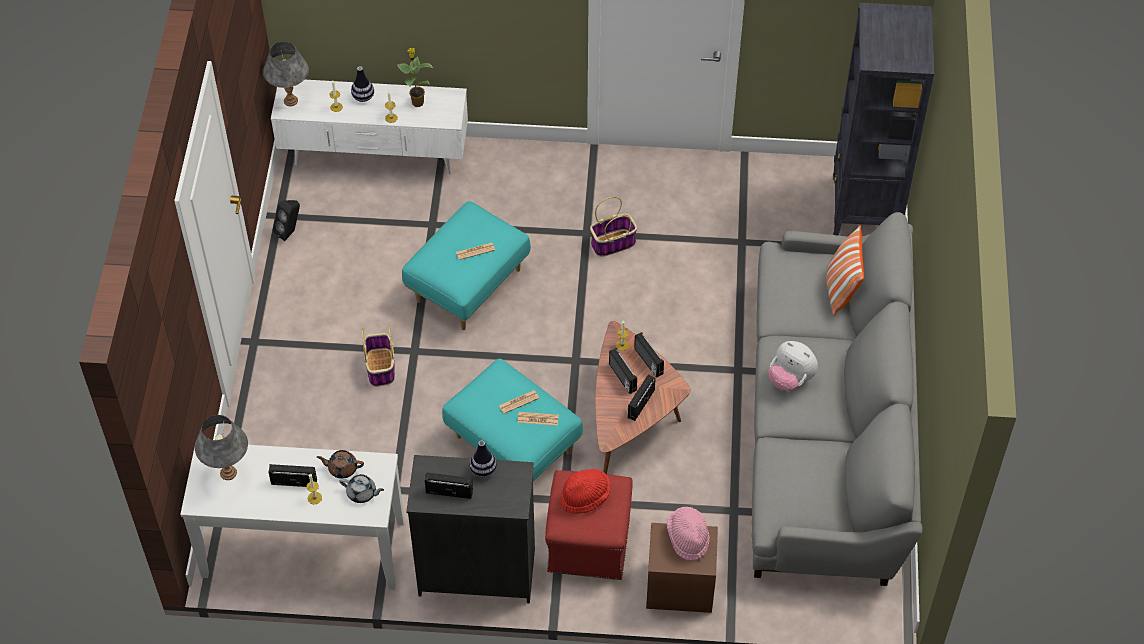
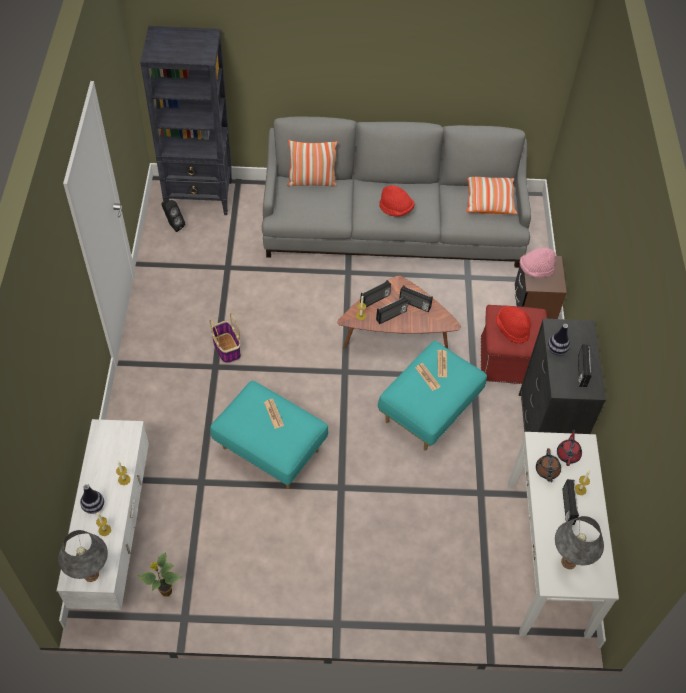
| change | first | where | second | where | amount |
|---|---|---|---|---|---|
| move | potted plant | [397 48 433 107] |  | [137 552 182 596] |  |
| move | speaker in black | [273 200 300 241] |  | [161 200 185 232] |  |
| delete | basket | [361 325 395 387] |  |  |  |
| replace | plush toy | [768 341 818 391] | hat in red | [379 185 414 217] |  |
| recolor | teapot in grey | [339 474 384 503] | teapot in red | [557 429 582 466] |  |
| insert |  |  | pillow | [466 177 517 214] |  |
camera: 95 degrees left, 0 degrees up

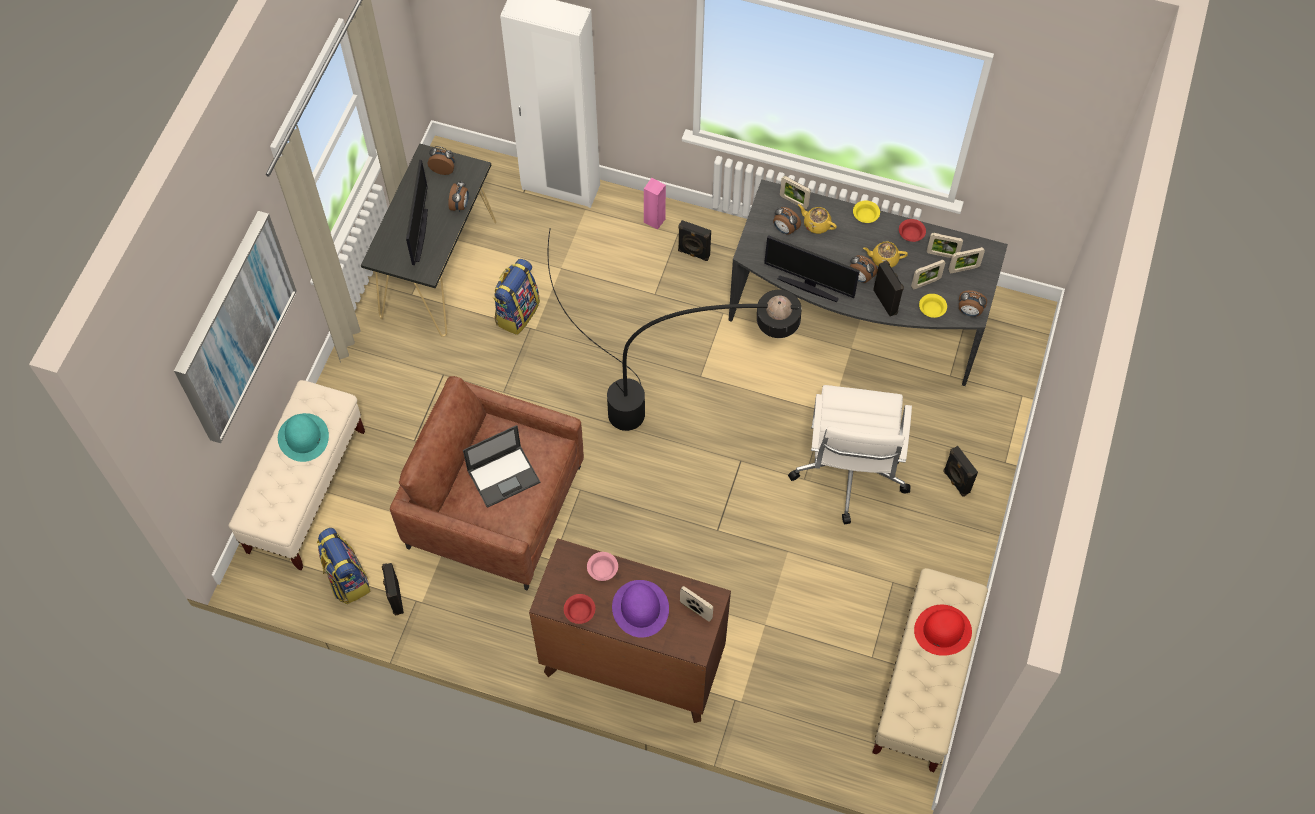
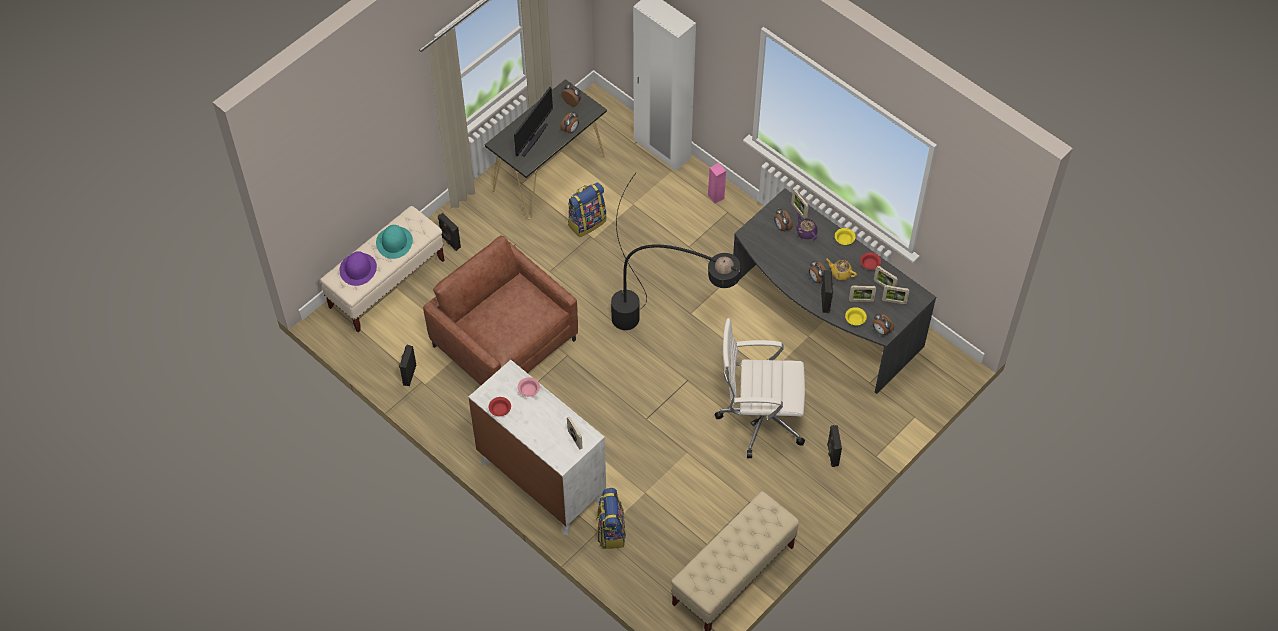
| change | first | where | second | where | amount |
|---|---|---|---|---|---|
| recolor | teapot in yellow | [798 204 837 234] | teapot in purple | [796 213 817 240] |  |
| delete | picture | [174 211 297 443] |  |  |  |
| move | speaker in black | [678 220 711 261] |  | [438 213 461 251] |  |
| delete | monitor | [764 235 860 302] |  |  |  |
| rotate | office chair in white | [788 385 912 524] |  | [715 318 805 458] | 60 degrees clockwise |
| delete | laptop | [463 425 540 508] |  |  |  |
| move | backpack | [317 528 371 604] |  | [596 488 626 549] |  |
| recolor | dresser in brown | [529 538 731 723] | dresser in white | [468 360 606 535] |  |
| move | hat in purple | [612 580 669 638] |  | [340 251 377 286] |  |
| delete | hat in red | [914 605 972 656] |  |  |  |
camera: 25 degrees right, 5 degrees down

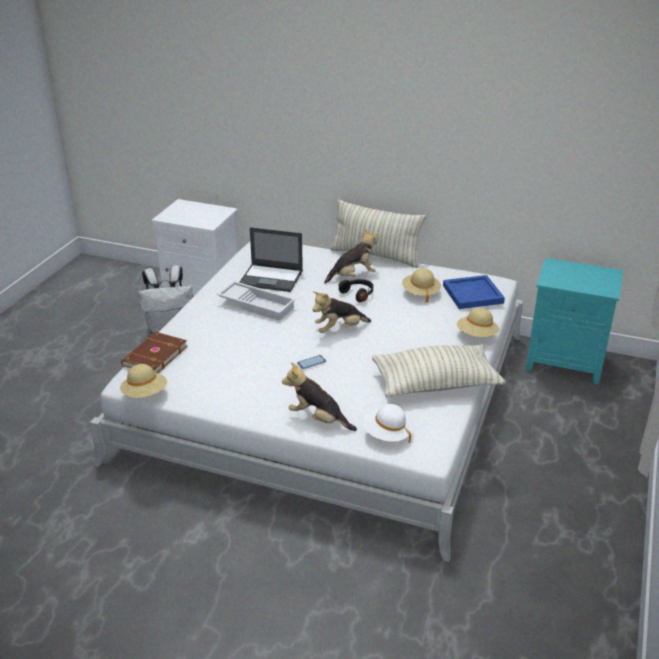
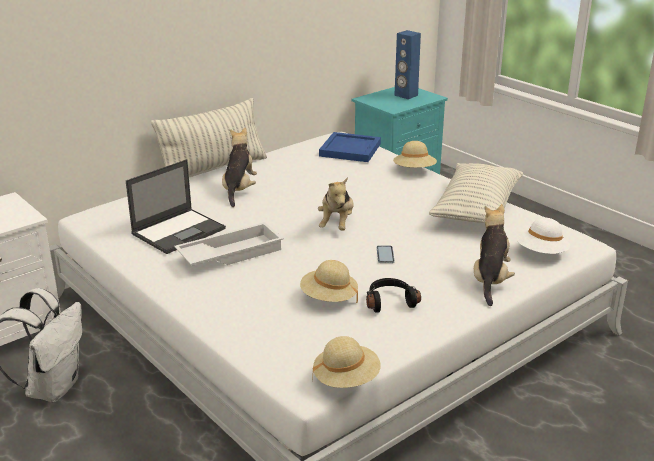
| change | first | where | second | where | amount |
|---|---|---|---|---|---|
| move | hat in beige | [402 268 441 303] |  | [300 260 358 303] |  |
| move | headphones in black | [338 279 373 302] |  | [366 278 421 312] |  |
| delete | book in brown | [121 332 187 373] |  |  |  |
| rotate | plush toy | [282 362 357 431] |  | [474 204 515 306] | 135 degrees clockwise |
| insert |  |  | speaker in blue | [394 30 421 99] |  |
camera: 60 degrees left, 5 degrees down

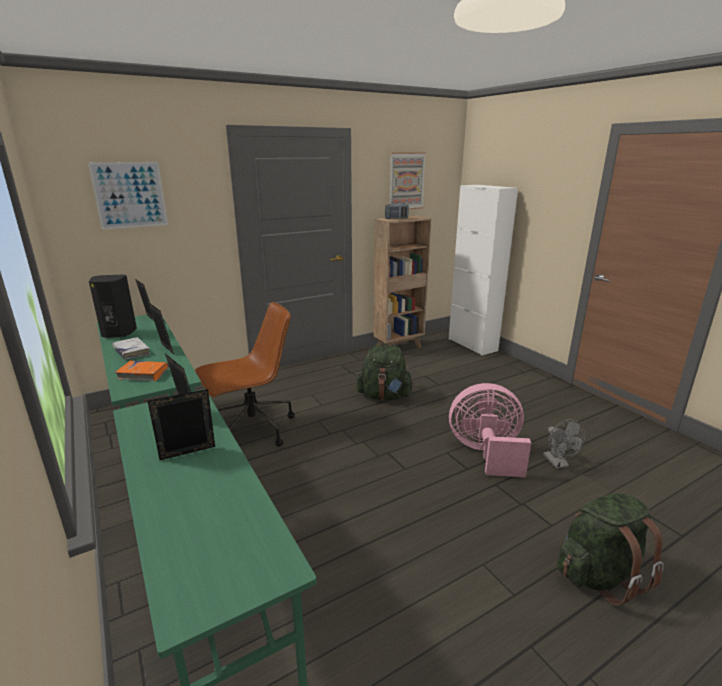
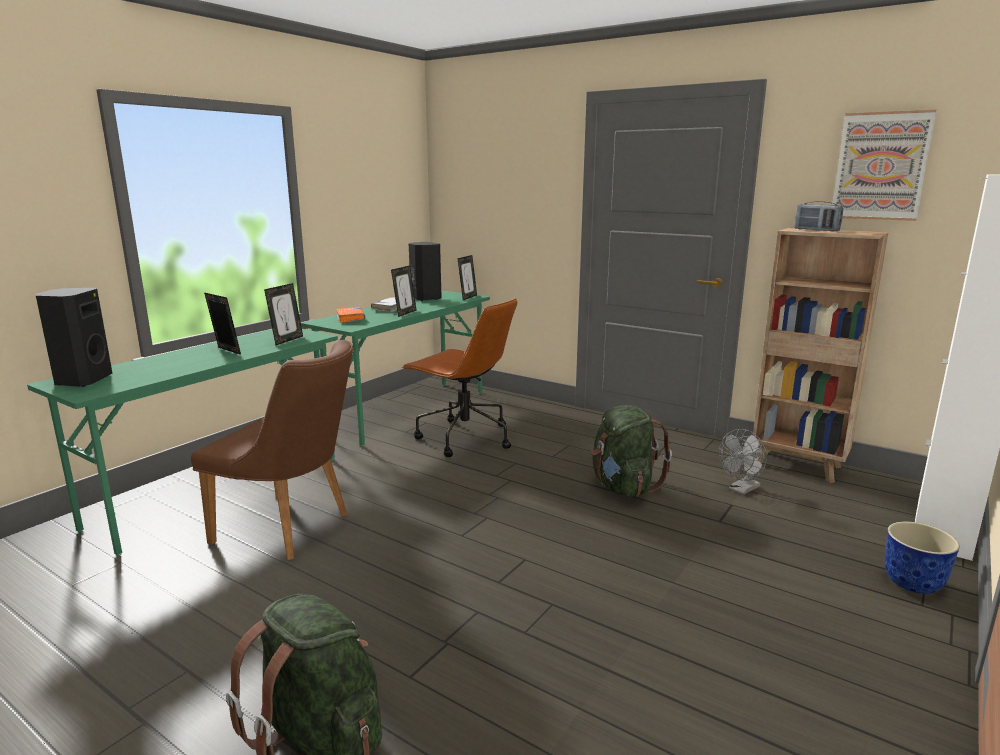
| change | first | where | second | where | amount |
|---|---|---|---|---|---|
| delete | picture | [88 162 168 230] |  |  |  |
| delete | fan in pink | [449 383 531 477] |  |  |  |
| move | fan in grey | [543 420 585 469] |  | [719 429 767 495] |  |
| insert |  |  | speaker in black | [36 288 112 387] |  |
| insert |  |  | chair in brown | [191 340 353 560] |  |
| insert |  |  | planter | [884 522 960 594] |  |
camera: 65 degrees right, 5 degrees down

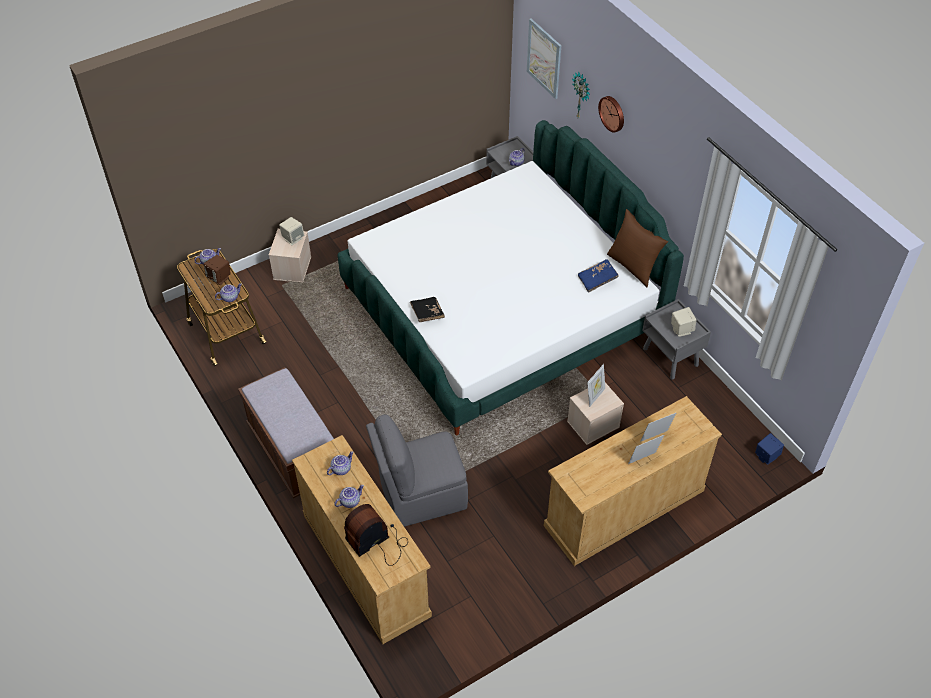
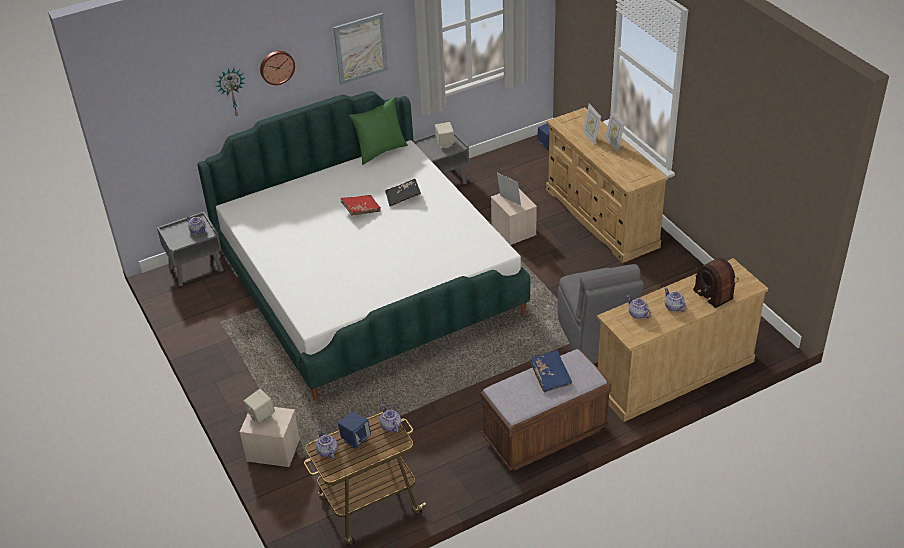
| change | first | where | second | where | amount |
|---|---|---|---|---|---|
| move | picture | [527 18 561 99] |  | [333 13 388 85] |  |
| recolor | pillow in brown | [607 209 668 287] | pillow in green | [349 97 408 165] |  |
| recolor | speaker in brown | [204 255 231 285] | speaker in blue | [338 411 371 449] |  |
| move | book in blue | [578 259 619 293] |  | [530 350 572 392] |  |
| move | book in black | [410 297 445 322] |  | [385 179 421 206] |  |
| insert |  |  | book in red | [341 195 381 216] |  |
camera: 85 degrees left, 10 degrees down

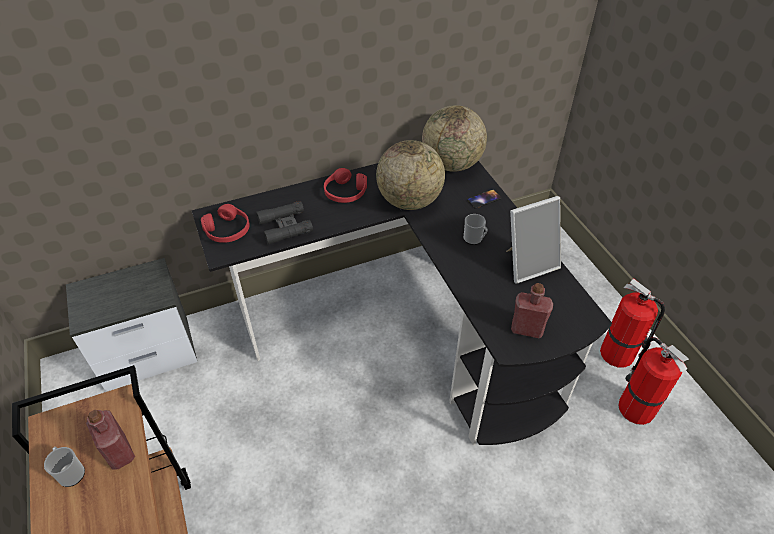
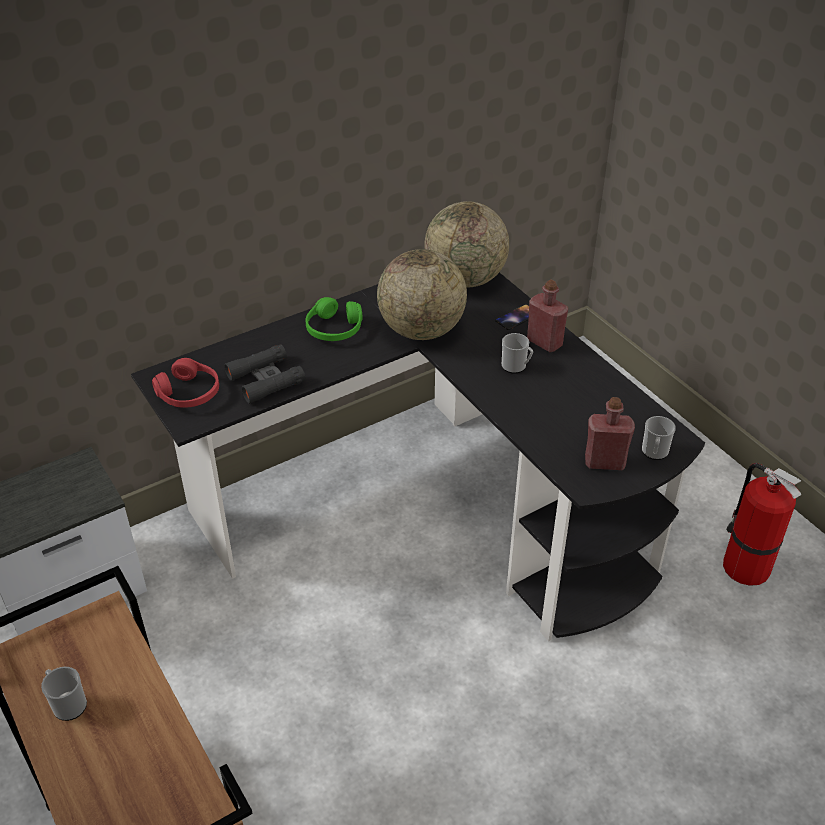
| change | first | where | second | where | amount |
|---|---|---|---|---|---|
| recolor | headphones in red | [324 168 367 203] | headphones in green | [305 297 363 341] |  |
| delete | picture frame | [506 196 561 284] |  |  |  |
| delete | fire extinguisher | [600 278 665 368] |  |  |  |
| move | bottle in red | [86 410 135 470] |  | [527 280 568 352] |  |
| insert |  |  | mug | [642 416 676 460] |  |
camera: 10 degrees left, 5 degrees down

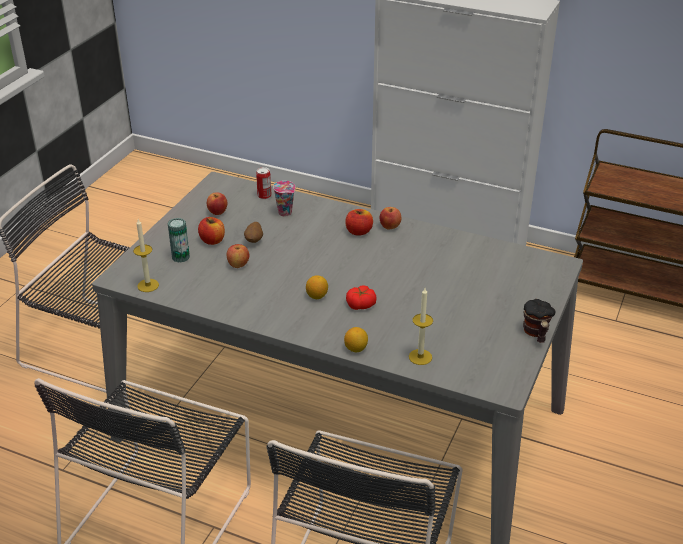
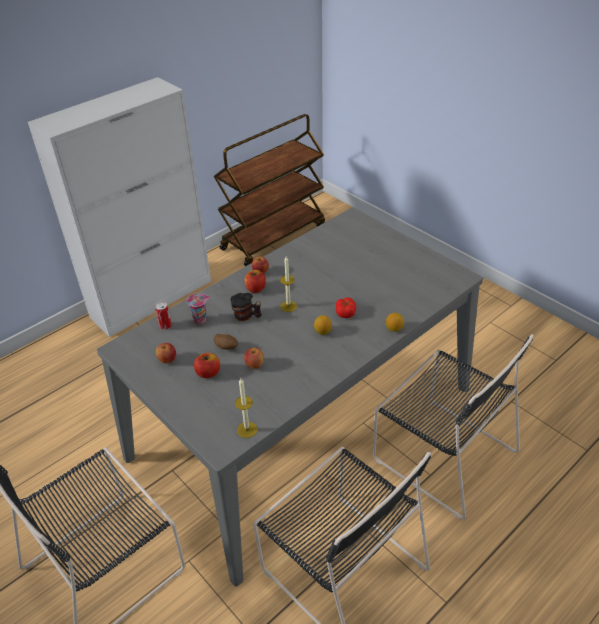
| change | first | where | second | where | amount |
|---|---|---|---|---|---|
| delete | can | [168 218 190 263] |  |  |  |
| move | candle | [409 288 433 365] |  | [280 256 297 312] |  |
| move | mug | [523 299 556 343] |  | [230 293 262 321] |  |
camera: 65 degrees left, 5 degrees up

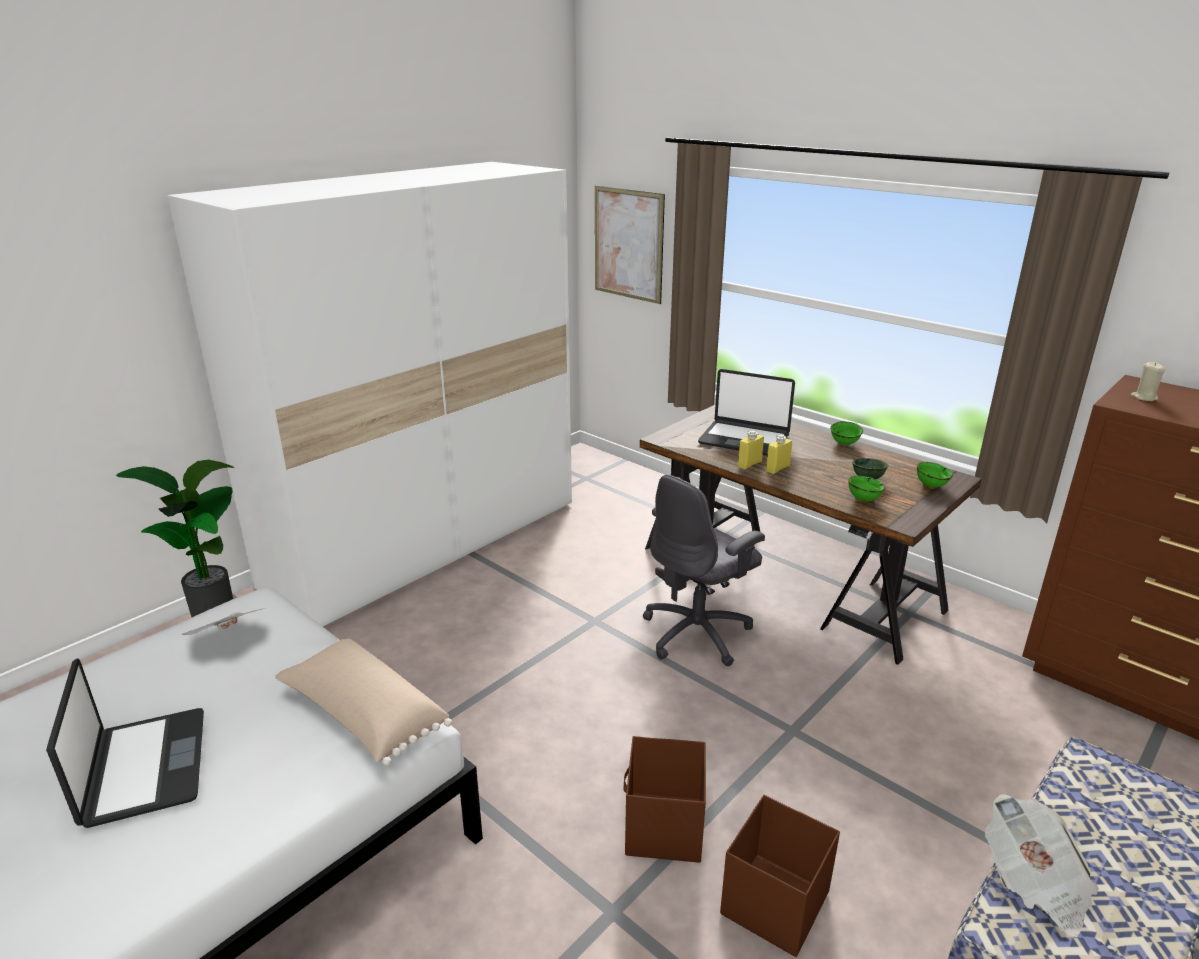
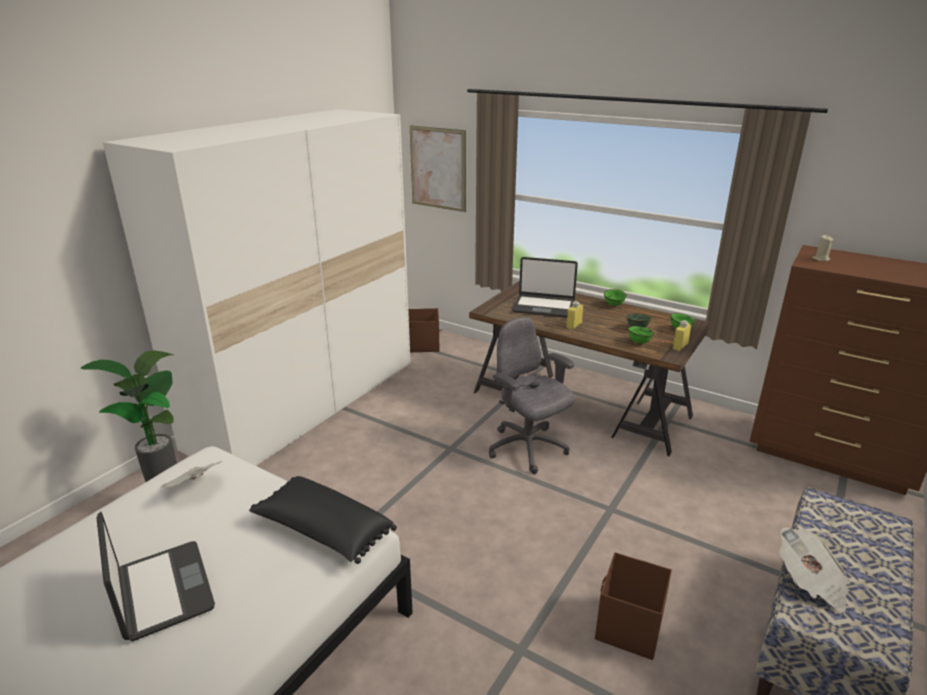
| change | first | where | second | where | amount |
|---|---|---|---|---|---|
| move | bottle in yellow | [738 430 764 470] |  | [673 320 691 351] |  |
| rotate | office chair in grey | [643 475 765 666] |  | [489 317 575 474] | 105 degrees clockwise |
| recolor | pillow in beige | [275 639 452 766] | pillow in black | [249 476 397 564] |  |
| move | storage box in brown | [623 736 706 863] |  | [408 308 440 352] |  |
camera: 10 degrees left, 0 degrees up

